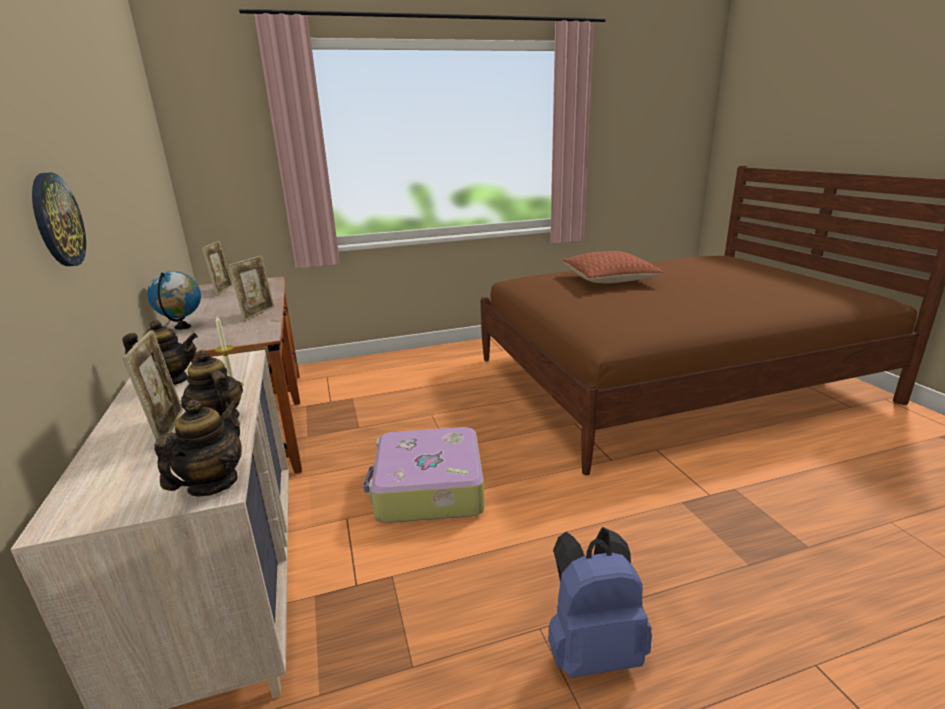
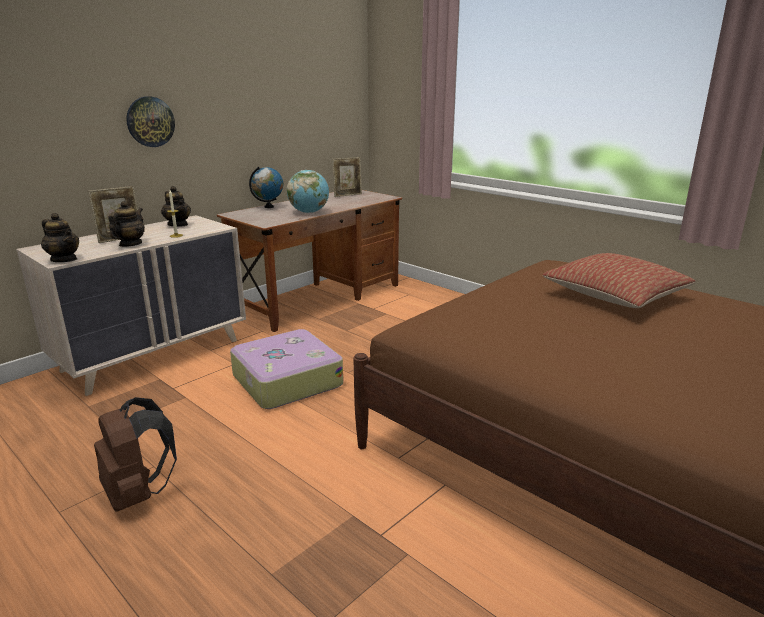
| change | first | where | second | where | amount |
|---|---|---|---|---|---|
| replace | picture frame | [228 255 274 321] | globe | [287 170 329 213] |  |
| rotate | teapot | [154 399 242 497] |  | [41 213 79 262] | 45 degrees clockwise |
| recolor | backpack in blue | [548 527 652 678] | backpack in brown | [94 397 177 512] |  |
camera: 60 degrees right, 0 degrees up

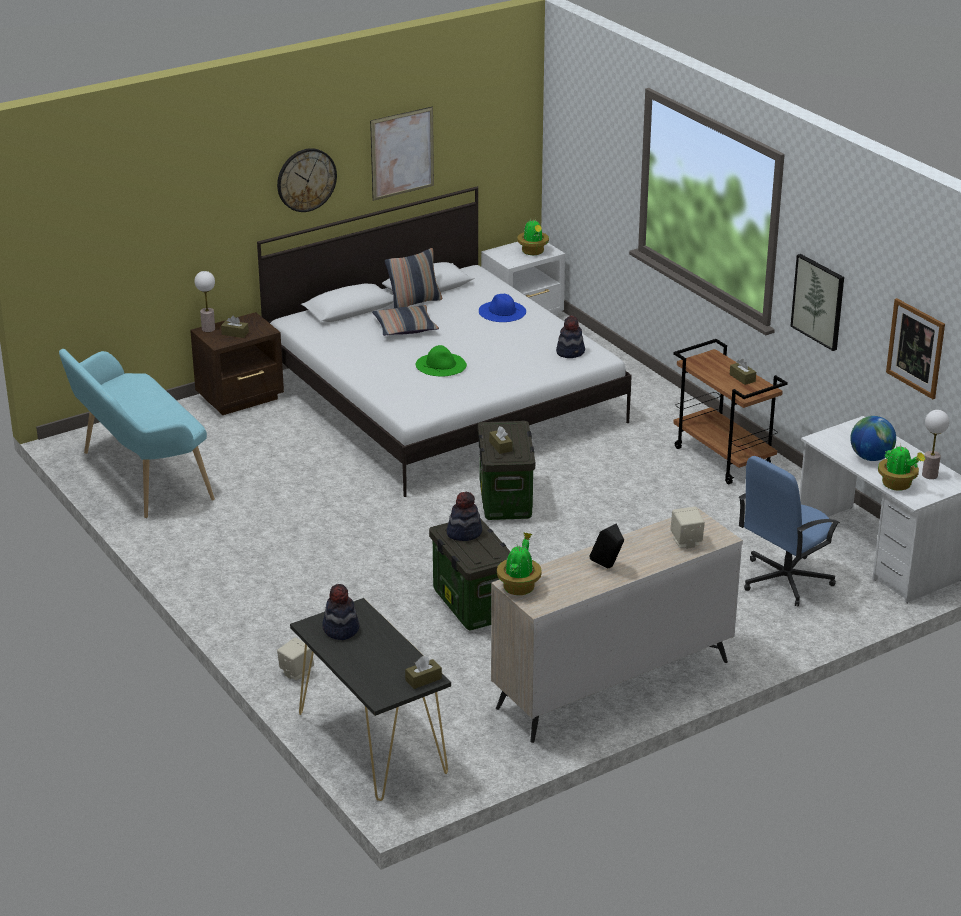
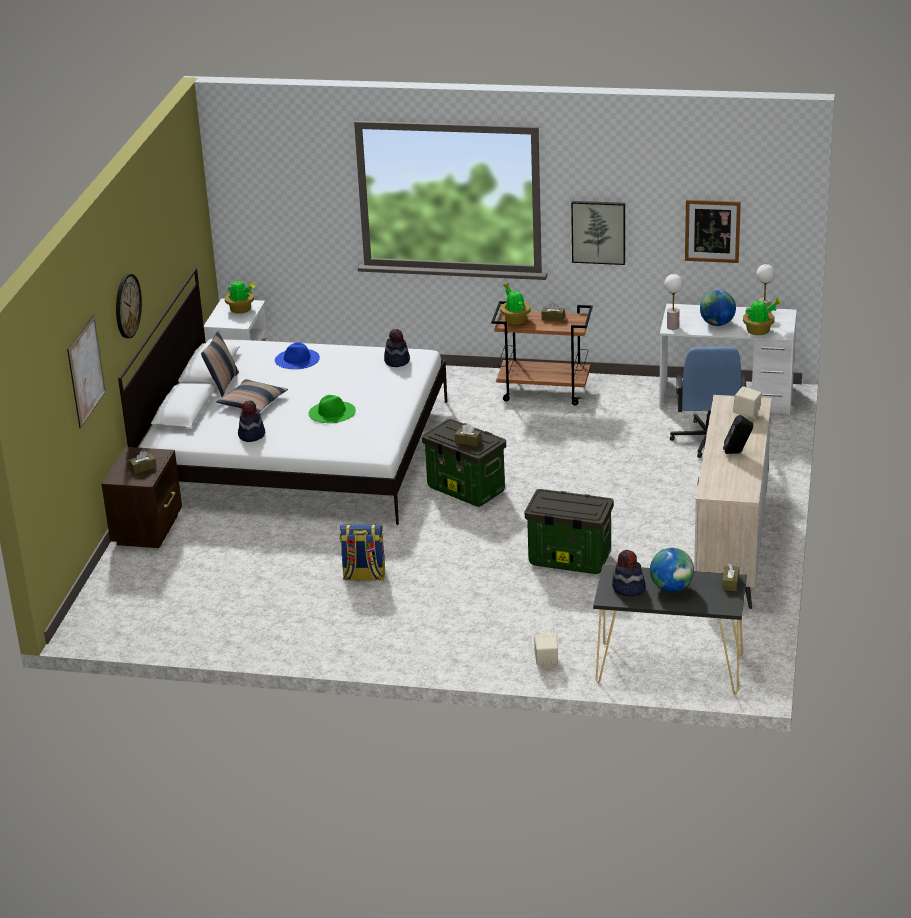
| change | first | where | second | where | amount |
|---|---|---|---|---|---|
| move | picture | [370 107 434 201] |  | [67 314 106 428] |  |
| move | table lamp | [195 271 215 332] |  | [664 274 683 330] |  |
| delete | bench in turquoise | [59 349 215 518] |  |  |  |
| move | hat | [446 492 482 541] |  | [238 401 265 442] |  |
| move | potted plant | [497 532 542 595] |  | [500 283 531 325] |  |
| insert |  |  | backpack | [340 524 385 581] |  |
| insert |  |  | globe | [650 548 694 592] |  |
camera: 45 degrees left, 0 degrees up

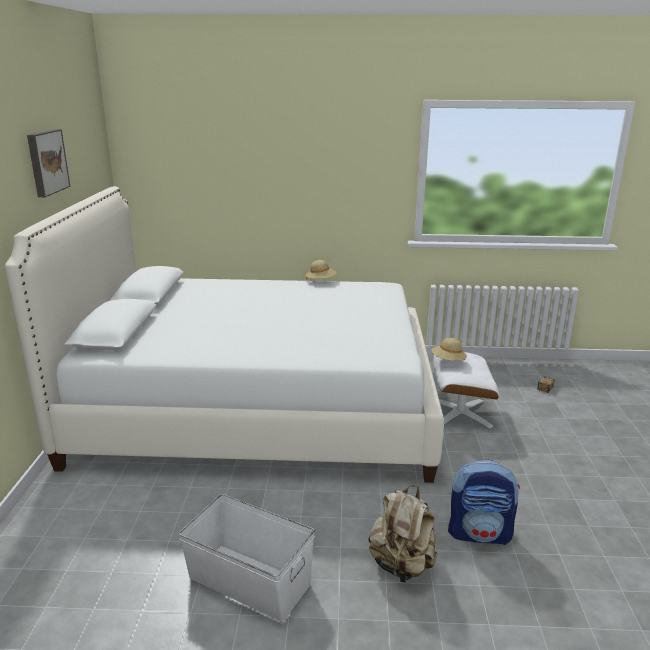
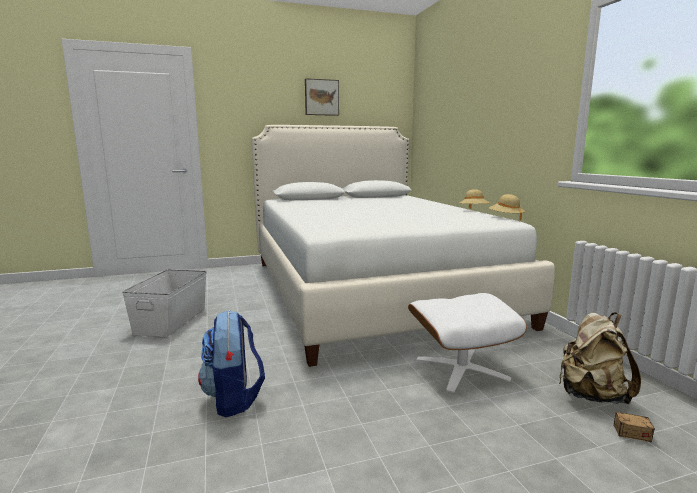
| change | first | where | second | where | amount |
|---|---|---|---|---|---|
| move | hat in beige | [431 338 467 361] |  | [489 194 525 220] |  |
| move | backpack in beige | [369 485 438 583] |  | [559 312 641 404] |  |
camera: 70 degrees right, 10 degrees down

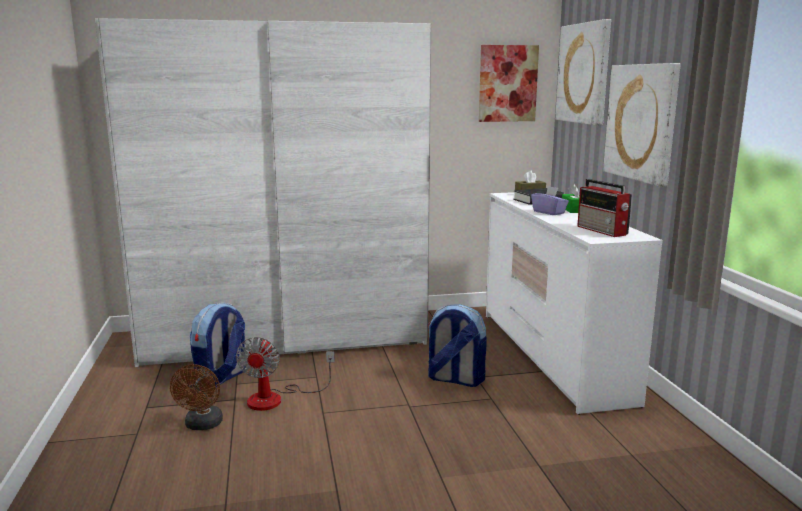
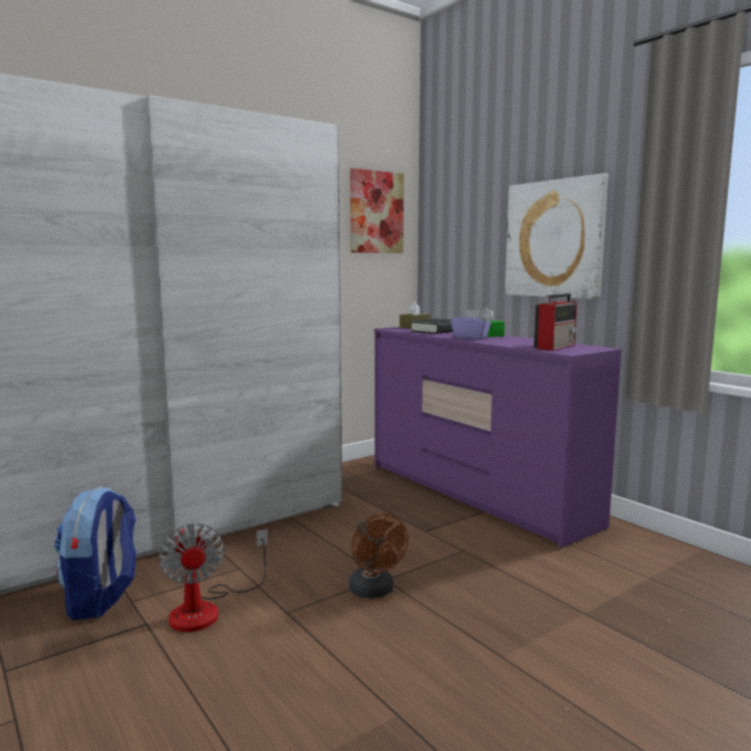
| change | first | where | second | where | amount |
|---|---|---|---|---|---|
| delete | picture | [555 19 611 126] |  |  |  |
| rotate | radio | [577 179 632 237] |  | [534 293 577 351] | 90 degrees counterclockwise |
| recolor | dresser in white | [486 192 663 415] | dresser in purple | [374 327 622 549] |  |
| delete | backpack | [427 304 487 387] |  |  |  |
| move | fan in brown | [170 364 223 430] |  | [349 513 408 598] |  |
camera: 25 degrees left, 5 degrees down

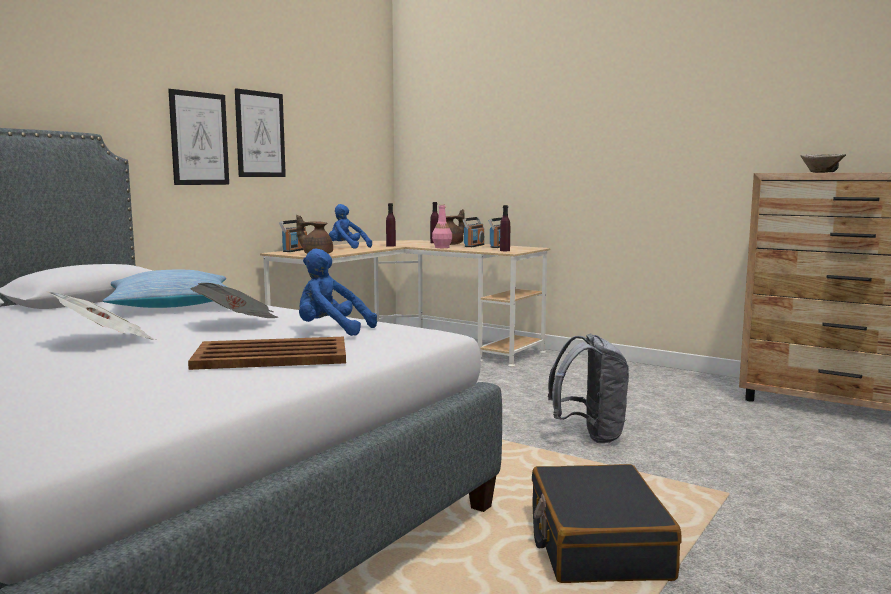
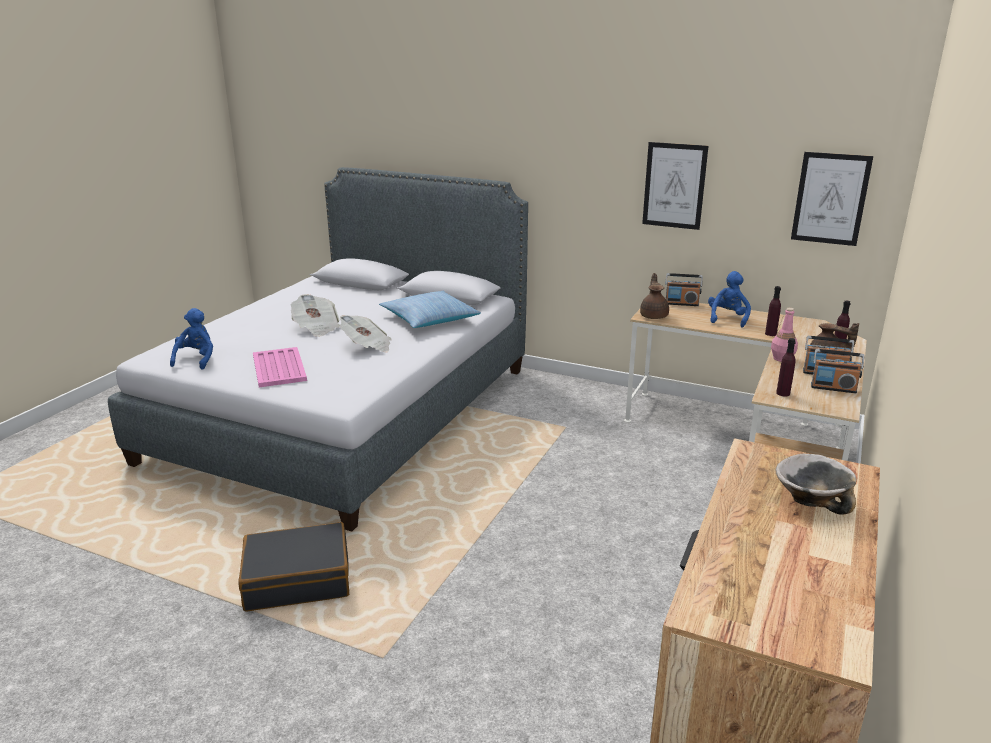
| change | first | where | second | where | amount |
|---|---|---|---|---|---|
| move | picture | [168 89 229 185] |  | [791 152 873 246] |  |
| move | plush toy in blue | [299 248 377 336] |  | [170 308 213 370] |  |
| delete | backpack in grey | [548 333 629 444] |  |  |  |
| recolor | tray in brown | [188 337 346 370] | tray in pink | [253 347 307 387] |  |
camera: 80 degrees right, 15 degrees up

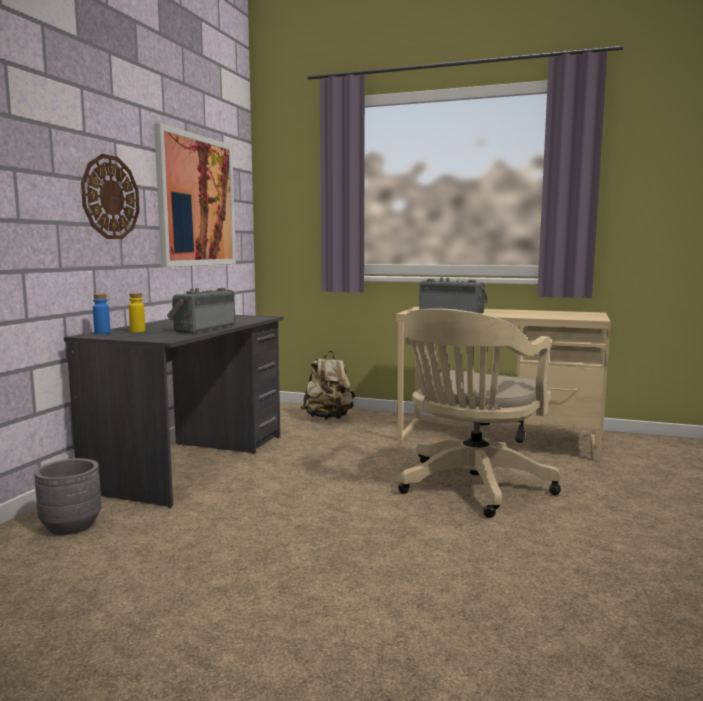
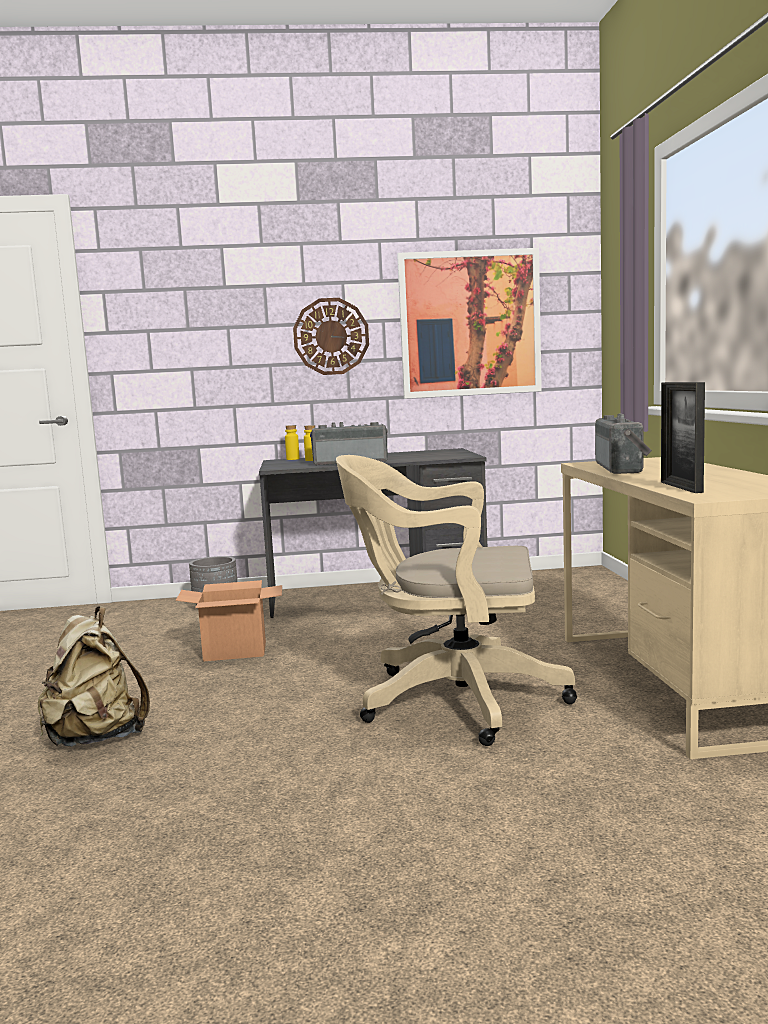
| change | first | where | second | where | amount |
|---|---|---|---|---|---|
| recolor | bottle in blue | [93 294 111 334] | bottle in yellow | [285 425 300 460] |  |
| move | backpack in beige | [301 351 355 419] |  | [38 606 150 747] |  |
| insert |  |  | picture frame | [661 382 705 493] |  |
| insert |  |  | cardboard box | [176 580 282 661] |  |
camera: 65 degrees right, 0 degrees up

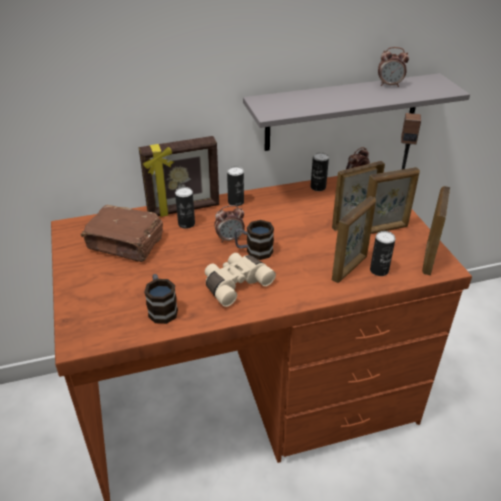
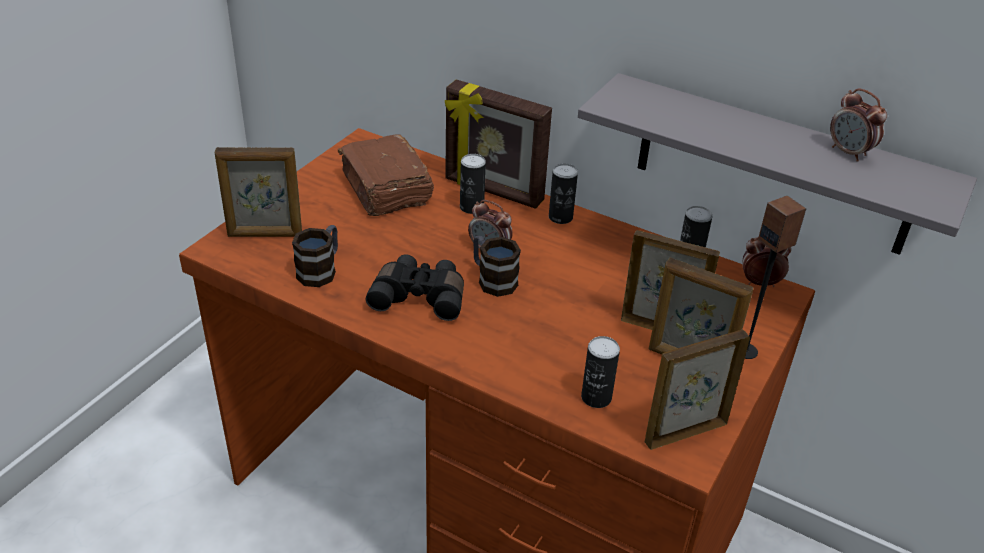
| change | first | where | second | where | amount |
|---|---|---|---|---|---|
| move | picture frame | [332 196 376 283] |  | [215 147 302 237] |  |
| recolor | binoculars in beige | [205 253 276 307] | binoculars in black | [366 254 464 321] |  |
camera: 45 degrees right, 0 degrees up

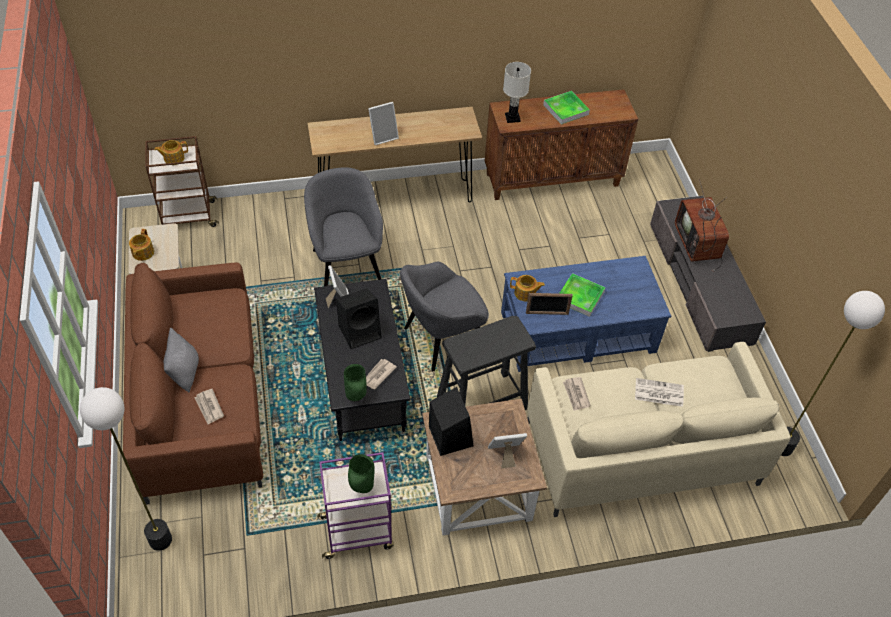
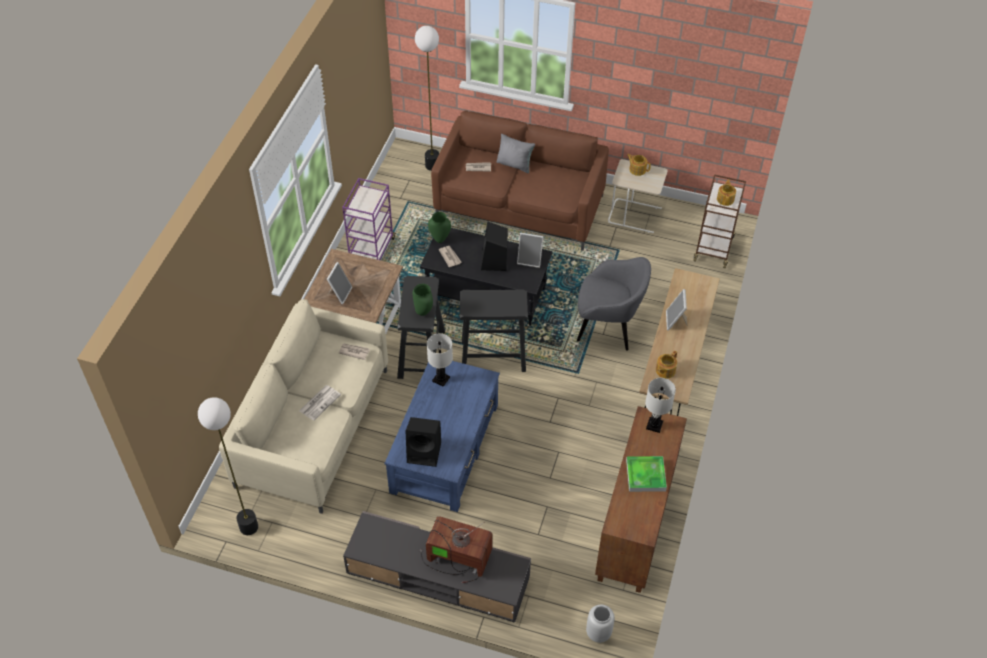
| change | first | where | second | where | amount |
|---|---|---|---|---|---|
| replace | armchair in grey | [400 262 489 371] | stool in black | [460 290 528 372] |  |
| delete | tray | [559 273 606 317] |  |  |  |
| move | teapot | [510 275 545 302] |  | [656 351 677 379] |  |
| replace | picture frame | [526 293 573 315] | table lamp in white | [427 333 453 387] |  |
| move | speaker in black | [429 387 473 456] |  | [406 417 441 467] |  |
| move | vase in green | [348 454 375 493] |  | [413 284 433 316] |  |
| insert |  |  | vase in grey | [586 605 615 643] |  |
camera: 120 degrees right, 0 degrees up

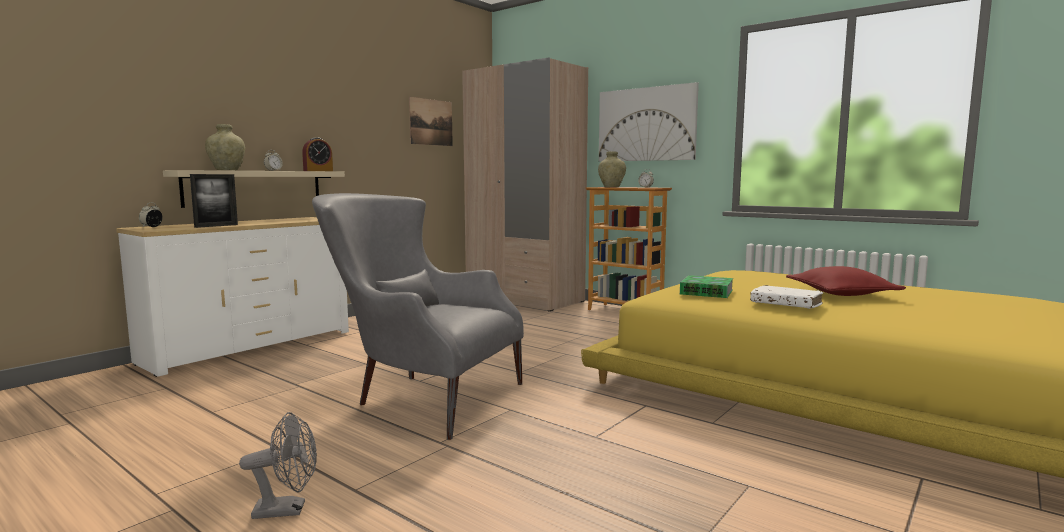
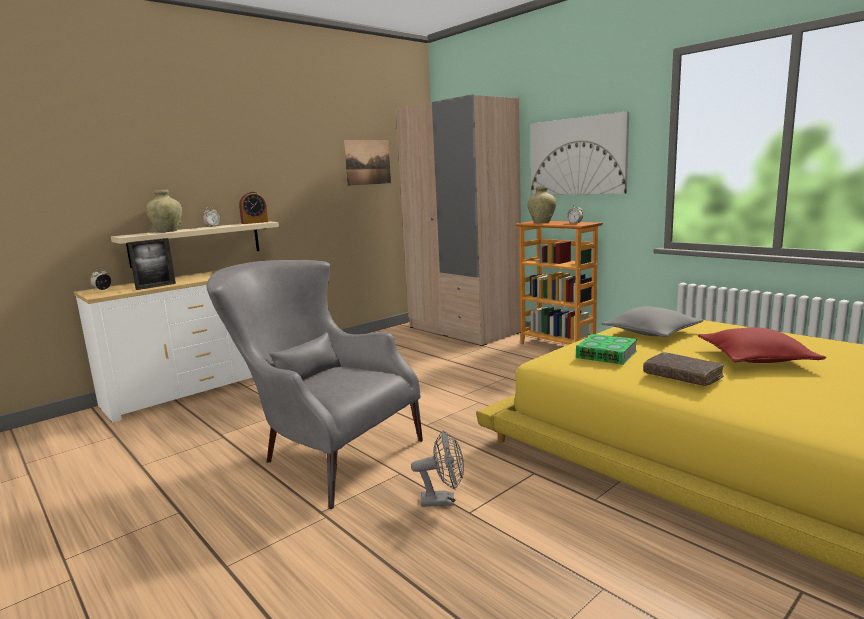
| change | first | where | second | where | amount |
|---|---|---|---|---|---|
| recolor | book in white | [750 285 823 309] | book in brown | [643 352 724 386] |  |
| move | fan in grey | [239 412 317 519] |  | [411 431 464 507] |  |
| insert |  |  | pillow in grey | [602 307 704 337] |  |
camera: 10 degrees right, 5 degrees up

